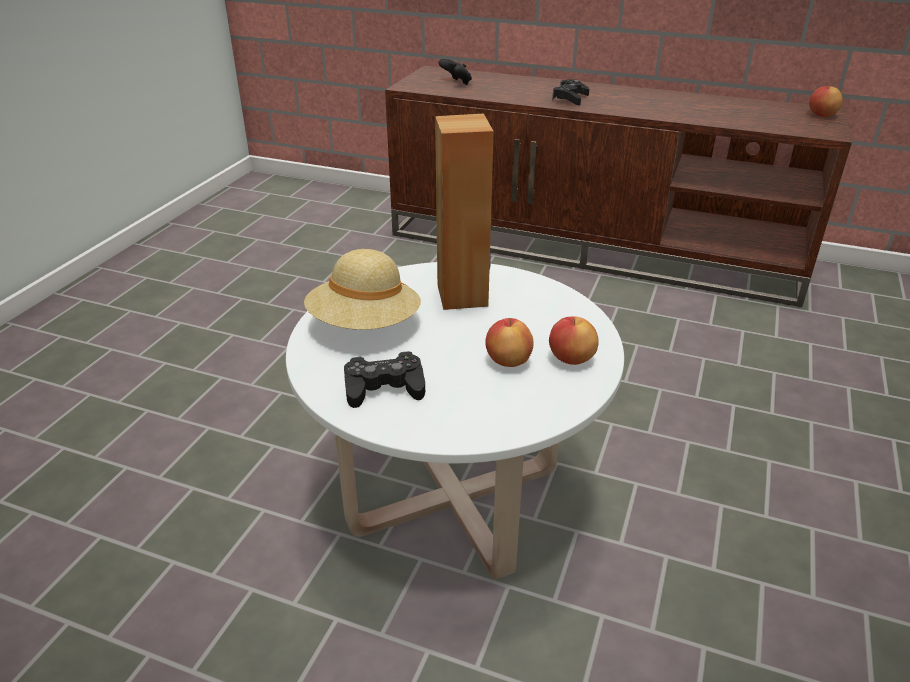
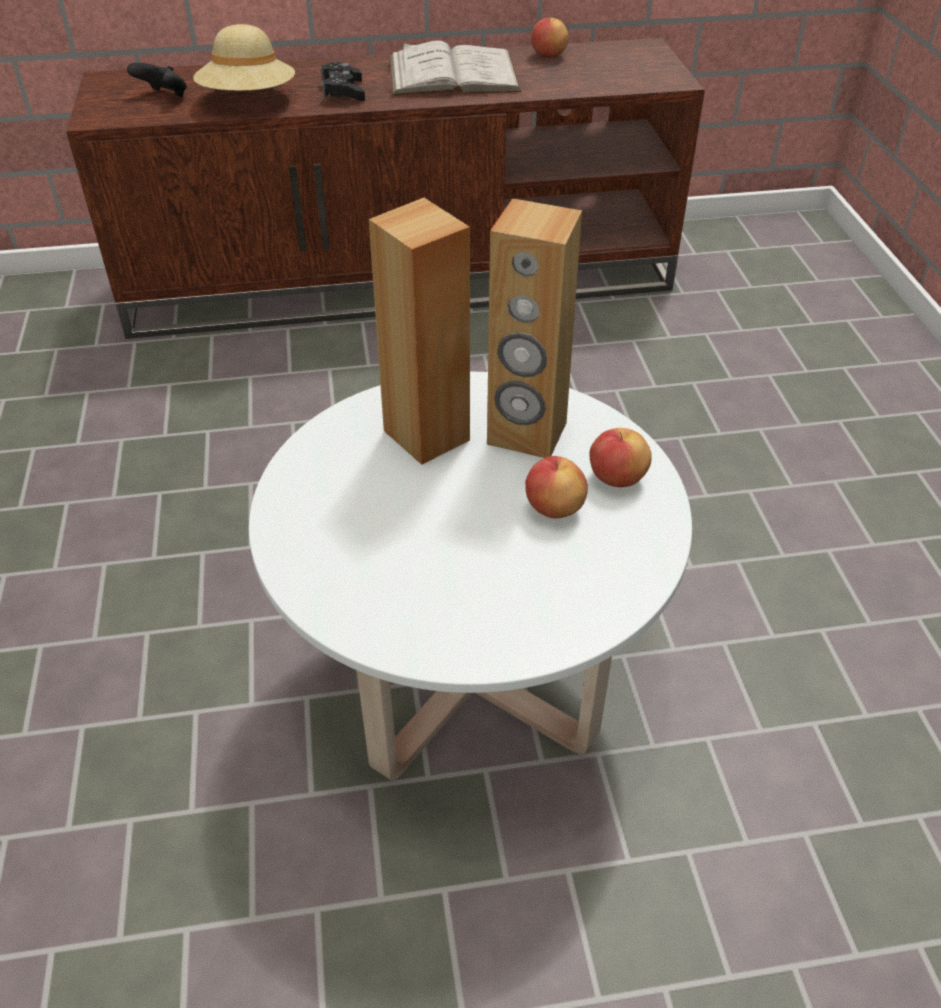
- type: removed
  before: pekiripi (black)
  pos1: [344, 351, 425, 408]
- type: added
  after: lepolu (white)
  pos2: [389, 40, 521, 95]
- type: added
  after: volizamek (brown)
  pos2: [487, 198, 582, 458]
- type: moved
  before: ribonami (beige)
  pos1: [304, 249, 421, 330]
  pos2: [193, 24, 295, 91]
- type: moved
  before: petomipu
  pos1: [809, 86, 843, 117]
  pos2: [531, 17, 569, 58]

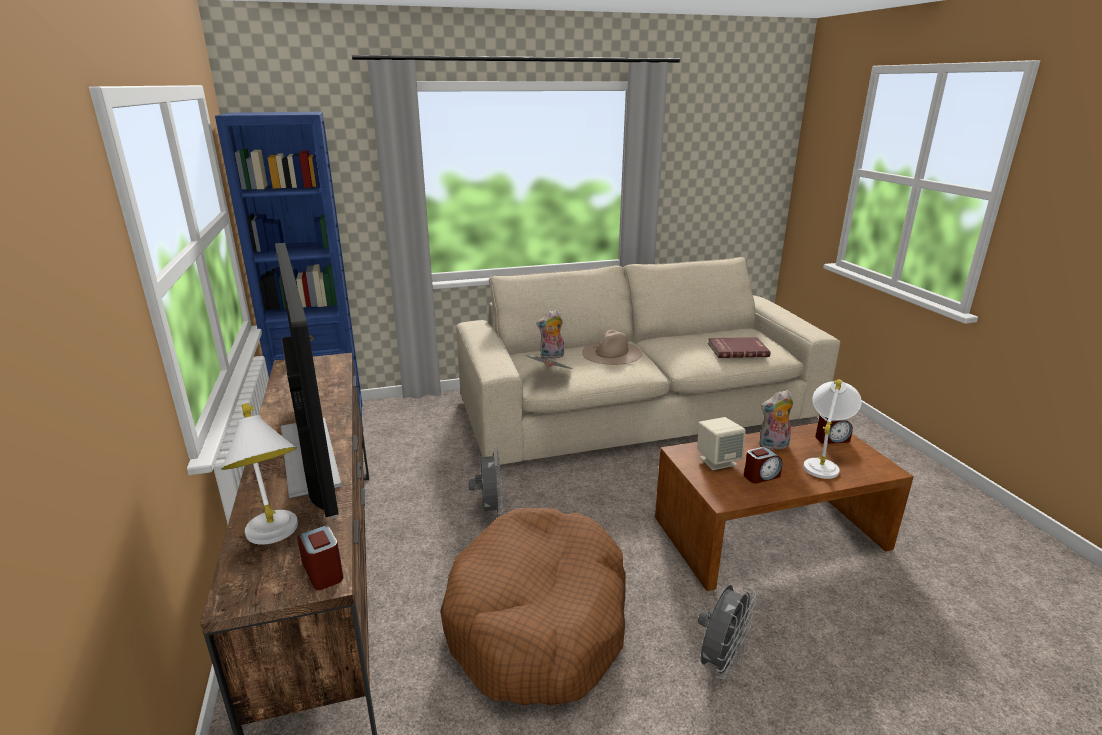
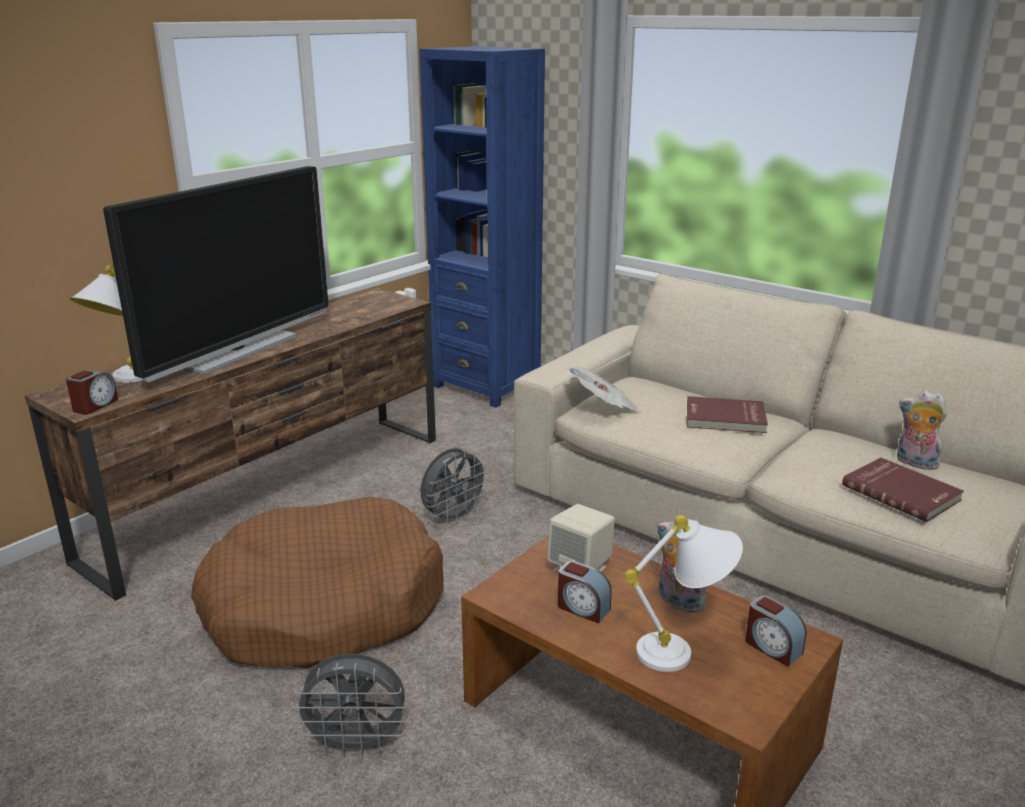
- type: moved
  before: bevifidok
  pos1: [536, 310, 564, 359]
  pos2: [897, 390, 947, 470]
- type: replaced
  before: ribonami (beige)
  after: lepolu (red)
  pos1: [582, 330, 642, 365]
  pos2: [687, 396, 768, 433]

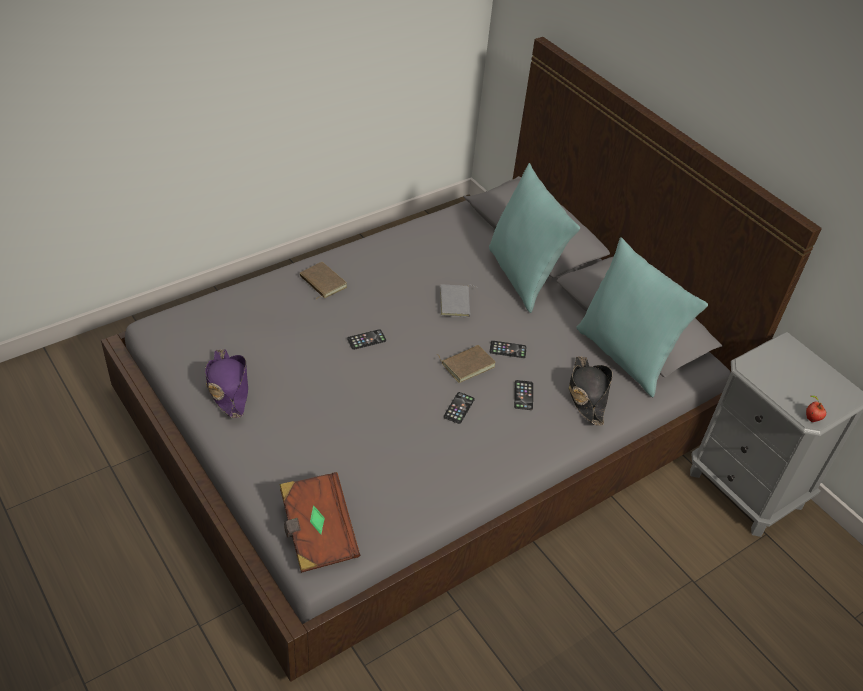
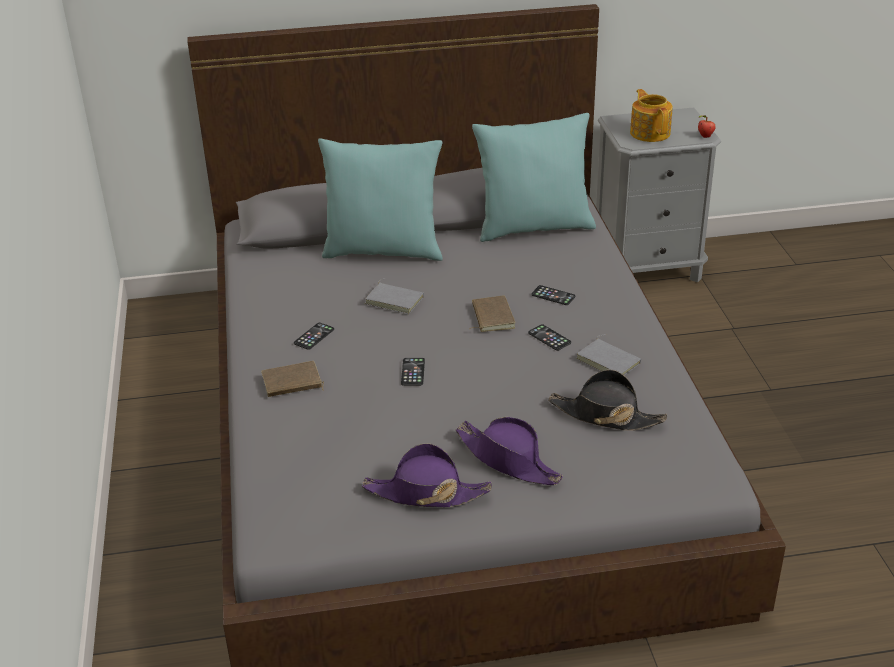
- type: removed
  before: lepolu (brown)
  pos1: [279, 472, 360, 573]
- type: added
  after: ribonami (purple)
  pos2: [456, 417, 563, 485]
- type: added
  after: lepolu (grey)
  pos2: [576, 334, 641, 376]
- type: added
  after: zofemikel
  pos2: [630, 89, 673, 142]
- type: moved
  before: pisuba
  pos1: [489, 341, 526, 358]
  pos2: [294, 323, 334, 350]
- type: moved
  before: ribonami (black)
  pos1: [569, 356, 613, 426]
  pos2: [548, 370, 667, 431]

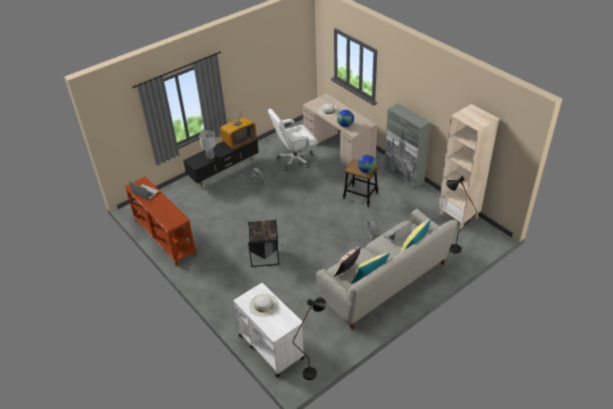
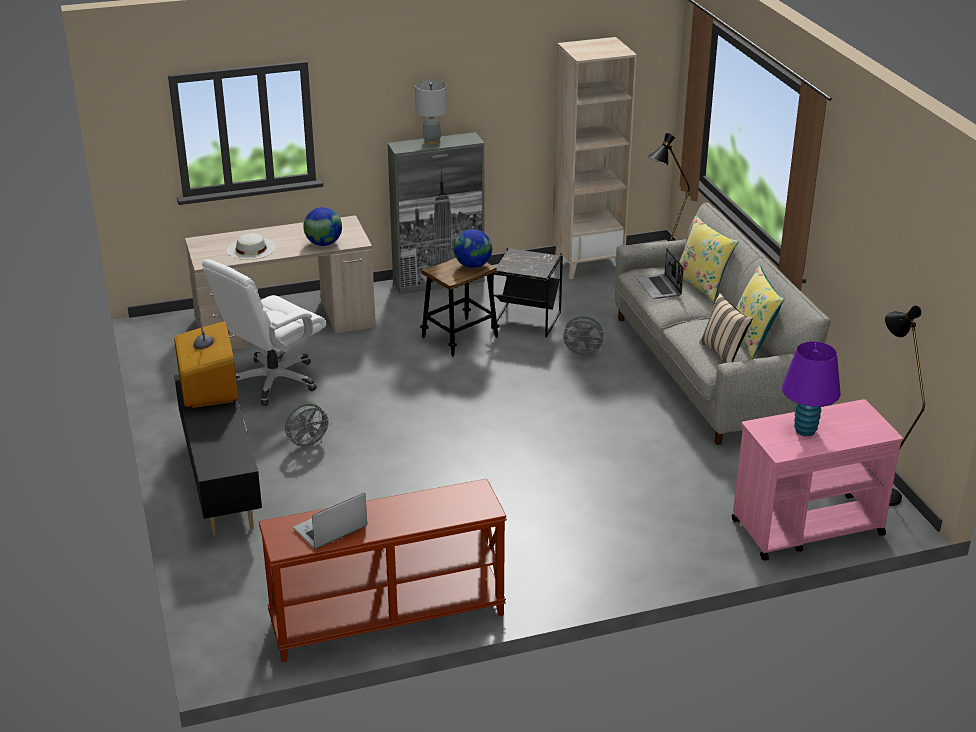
- type: moved
  before: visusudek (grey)
  pos1: [199, 130, 216, 159]
  pos2: [415, 80, 447, 145]
- type: moved
  before: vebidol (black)
  pos1: [248, 219, 279, 267]
  pos2: [491, 247, 563, 337]
- type: replaced
  before: ribonami (white)
  after: visusudek (purple)
  pos1: [249, 294, 278, 317]
  pos2: [782, 341, 841, 436]
- type: recoloured
  before: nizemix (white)
  after: nizemix (pink)
  pos1: [233, 283, 304, 377]
  pos2: [732, 399, 903, 561]
- type: turned
  before: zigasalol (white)
  pos1: [268, 109, 318, 171]
  pos2: [202, 259, 326, 406]
  turn: 45

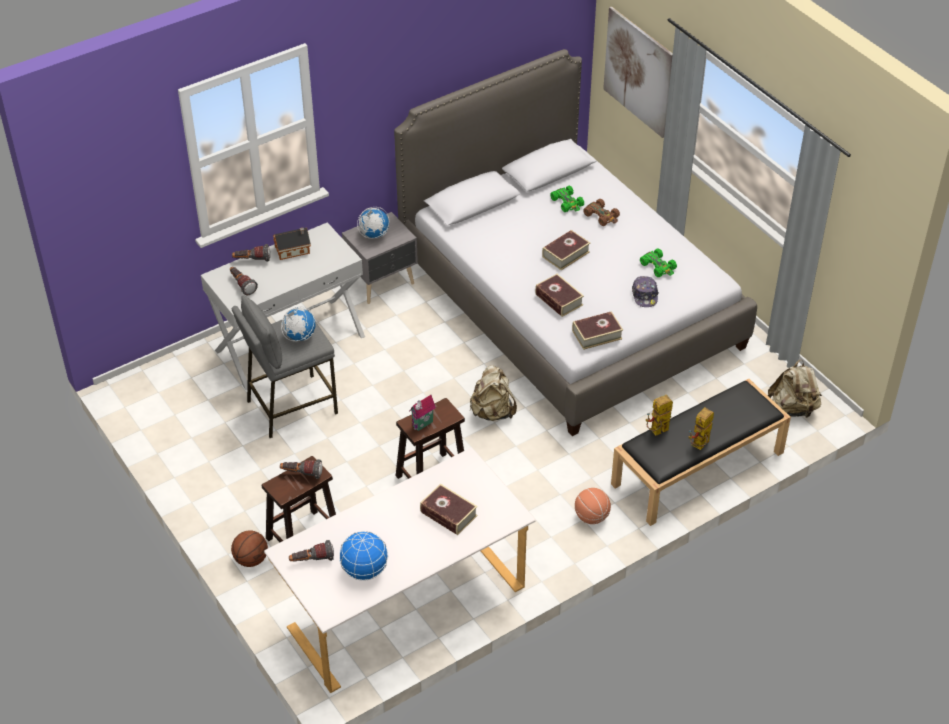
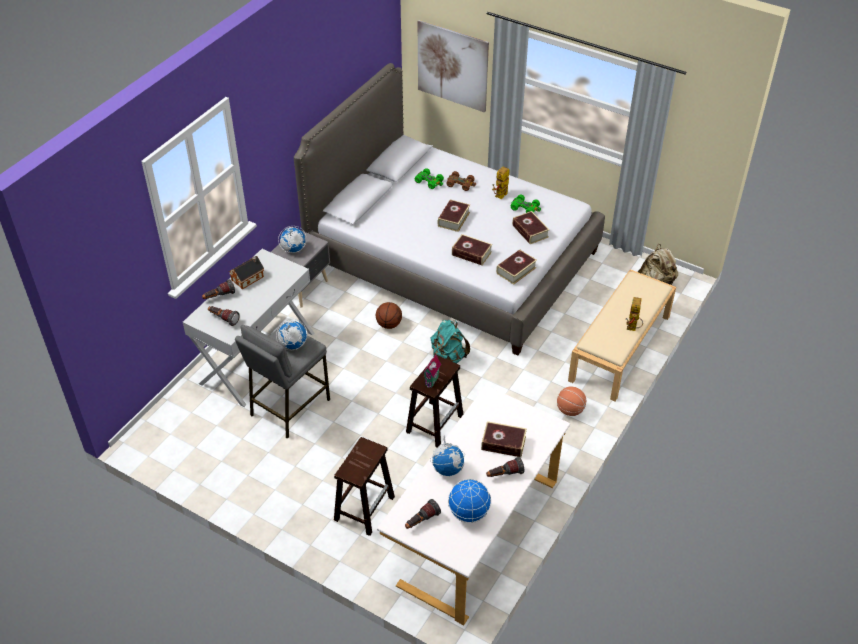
- type: added
  after: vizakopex
  pos2: [430, 435, 465, 476]
- type: moved
  before: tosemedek
  pos1: [231, 530, 268, 567]
  pos2: [376, 302, 402, 329]
- type: moved
  before: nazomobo
  pos1: [280, 459, 322, 479]
  pos2: [486, 457, 524, 477]
- type: moved
  before: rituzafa
  pos1: [646, 395, 673, 436]
  pos2: [492, 166, 510, 199]
- type: replaced
  before: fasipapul
  after: lepolu
  pos1: [632, 276, 659, 307]
  pos2: [512, 211, 550, 244]
- type: recoloured
  before: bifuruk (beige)
  after: bifuruk (turquoise)
  pos1: [470, 365, 517, 421]
  pos2: [430, 320, 470, 364]
- type: recoloured
  before: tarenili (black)
  after: tarenili (beige)
  pos1: [611, 379, 791, 526]
  pos2: [568, 269, 676, 401]

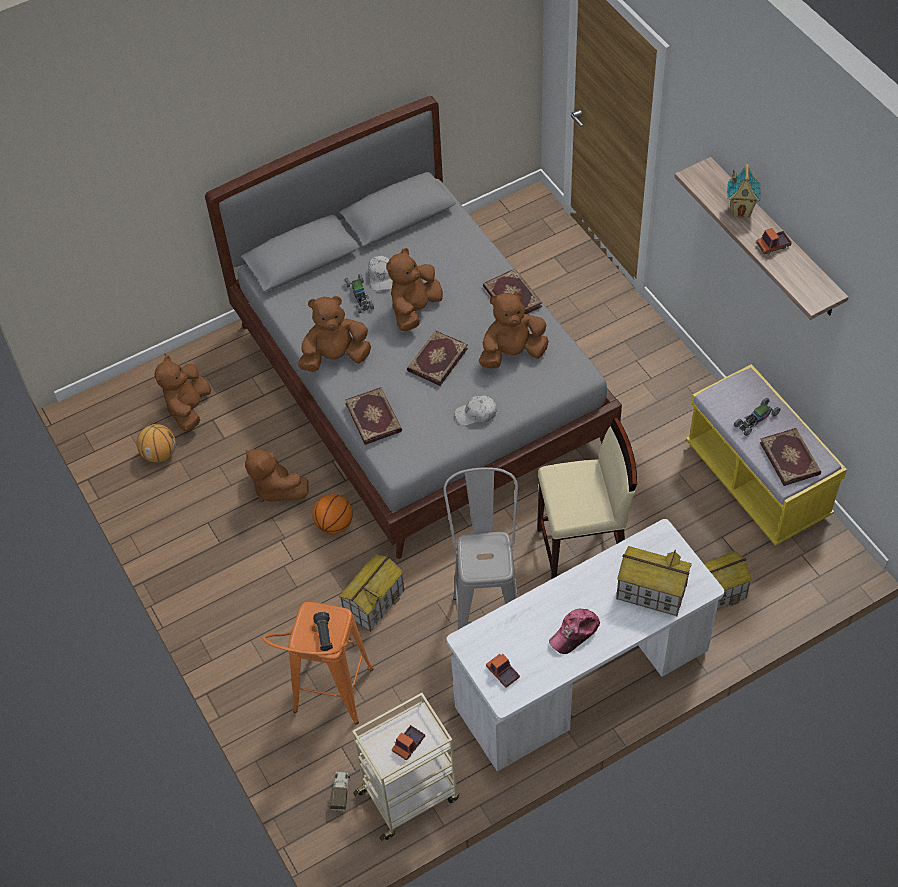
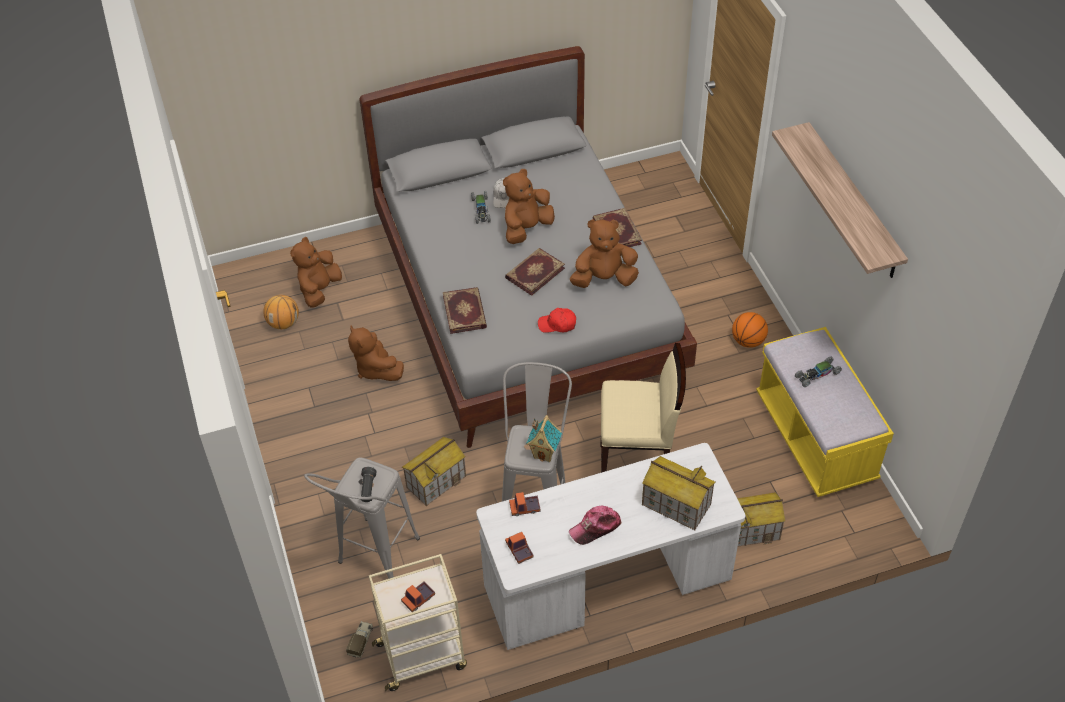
- type: removed
  before: bevifidok (brown)
  pos1: [297, 296, 371, 372]
- type: removed
  before: lepolu
  pos1: [760, 428, 821, 486]
- type: moved
  before: tosemedek
  pos1: [313, 494, 353, 534]
  pos2: [732, 312, 768, 348]
- type: moved
  before: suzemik
  pos1: [727, 164, 761, 218]
  pos2: [526, 415, 562, 462]
- type: moved
  before: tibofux
  pos1: [756, 228, 792, 254]
  pos2: [509, 492, 541, 516]
- type: recoloured
  before: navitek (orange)
  after: navitek (grey)
  pos1: [262, 602, 373, 724]
  pos2: [304, 457, 420, 579]
- type: recoloured
  before: fasipapul (white)
  after: fasipapul (red)
  pos1: [455, 395, 497, 425]
  pos2: [538, 308, 576, 333]

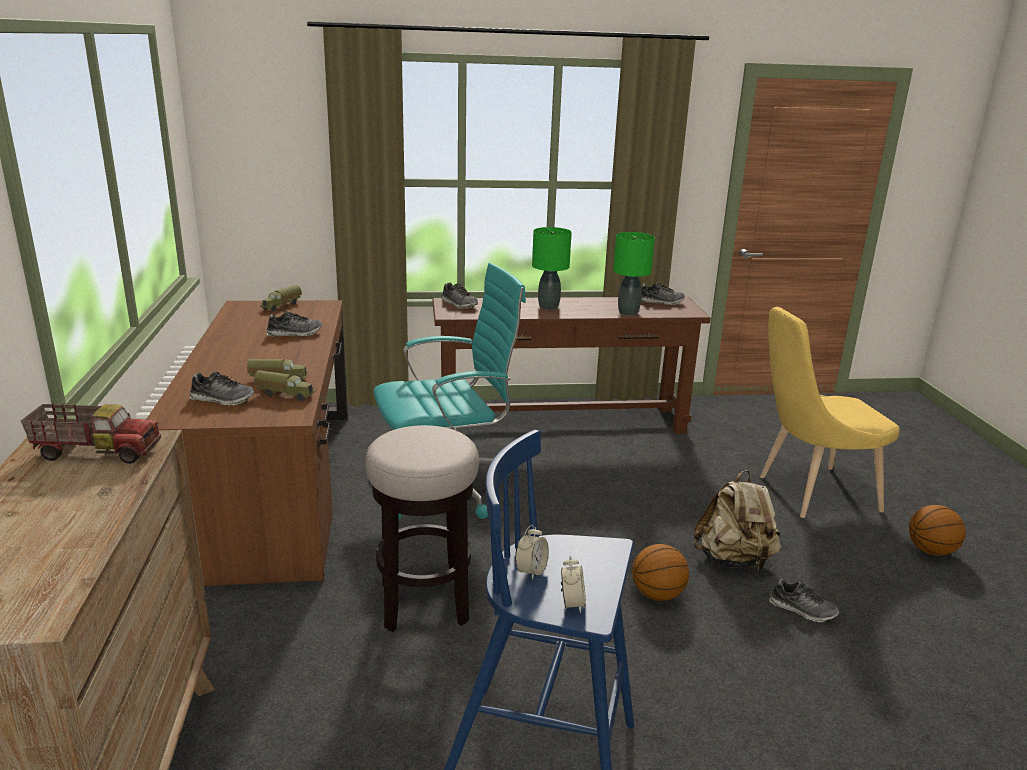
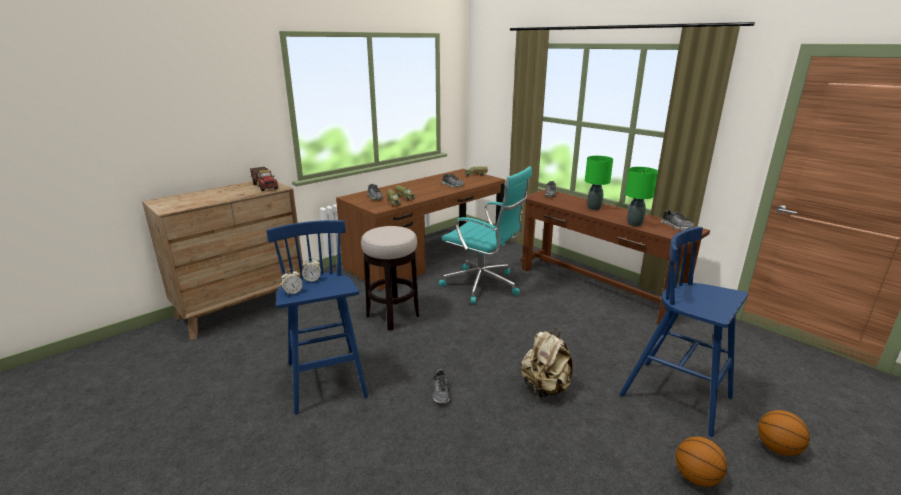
- type: moved
  before: tosemedek
  pos1: [632, 544, 689, 601]
  pos2: [758, 410, 810, 456]
- type: moved
  before: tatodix
  pos1: [769, 579, 839, 623]
  pos2: [433, 369, 449, 403]
- type: replaced
  before: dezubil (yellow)
  after: navitek (blue)
  pos1: [760, 307, 900, 518]
  pos2: [620, 227, 748, 437]

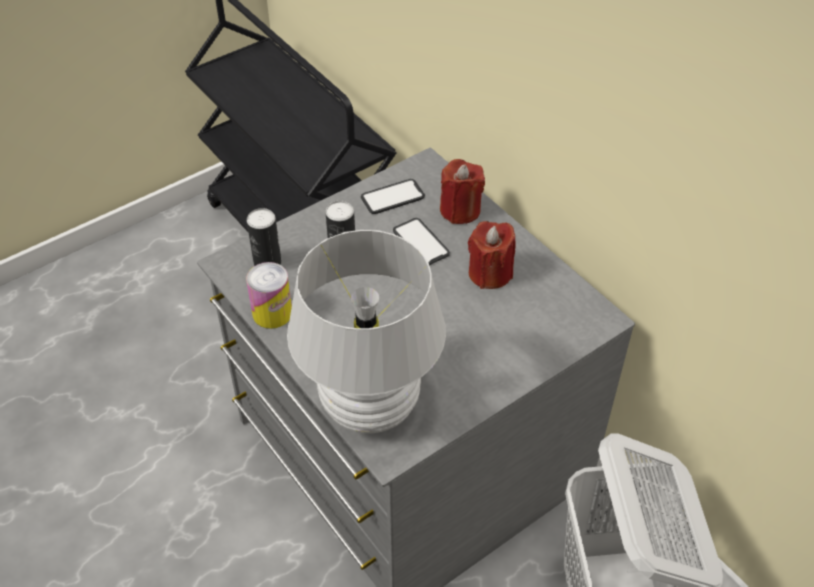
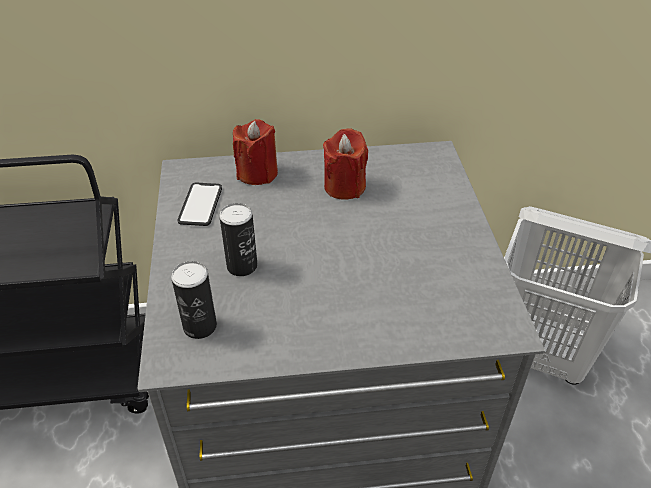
- type: removed
  before: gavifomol
  pos1: [246, 262, 292, 329]
- type: removed
  before: visusudek (white)
  pos1: [287, 230, 446, 433]
- type: removed
  before: pisuba
  pos1: [393, 218, 450, 265]

